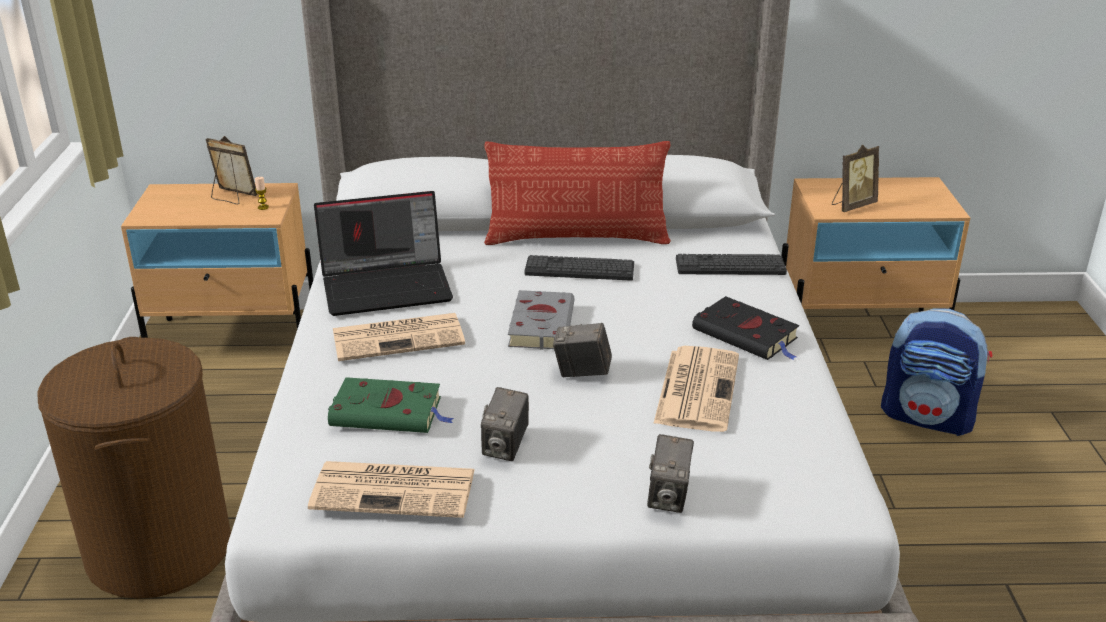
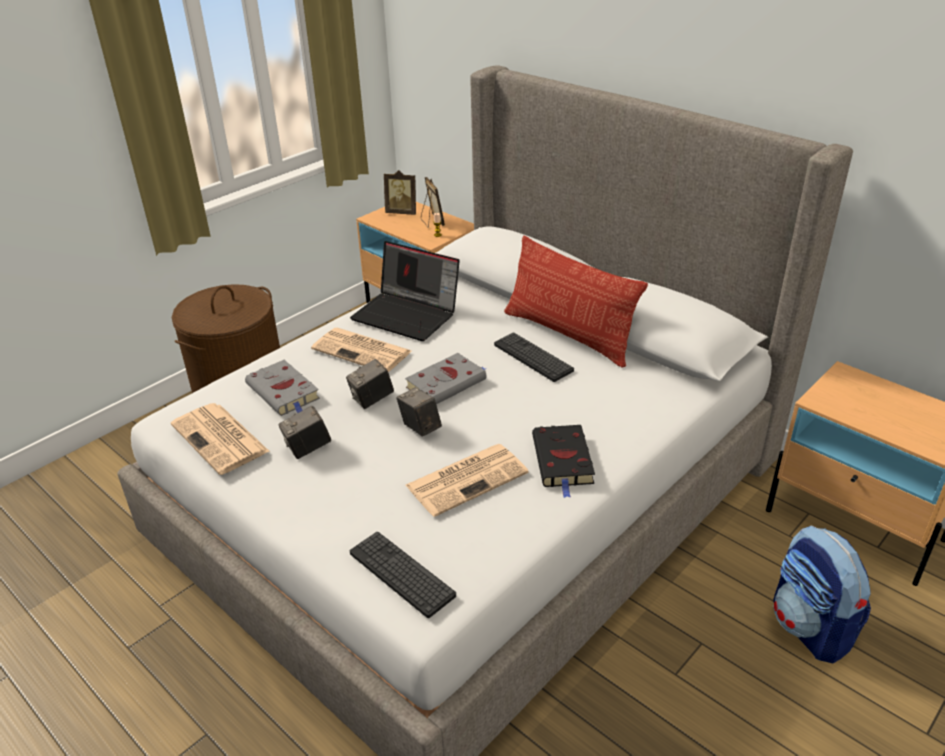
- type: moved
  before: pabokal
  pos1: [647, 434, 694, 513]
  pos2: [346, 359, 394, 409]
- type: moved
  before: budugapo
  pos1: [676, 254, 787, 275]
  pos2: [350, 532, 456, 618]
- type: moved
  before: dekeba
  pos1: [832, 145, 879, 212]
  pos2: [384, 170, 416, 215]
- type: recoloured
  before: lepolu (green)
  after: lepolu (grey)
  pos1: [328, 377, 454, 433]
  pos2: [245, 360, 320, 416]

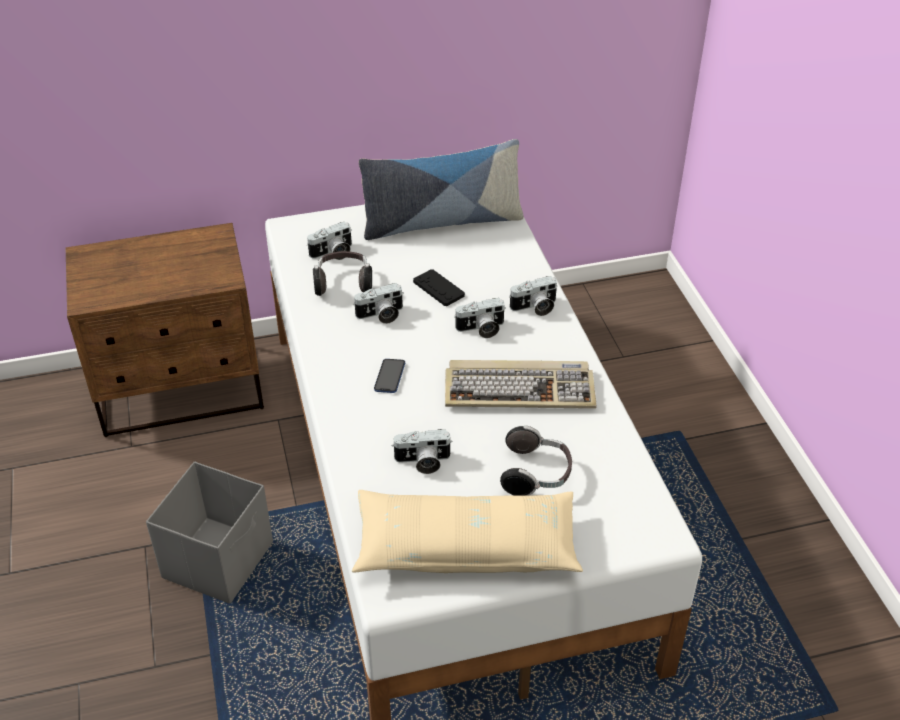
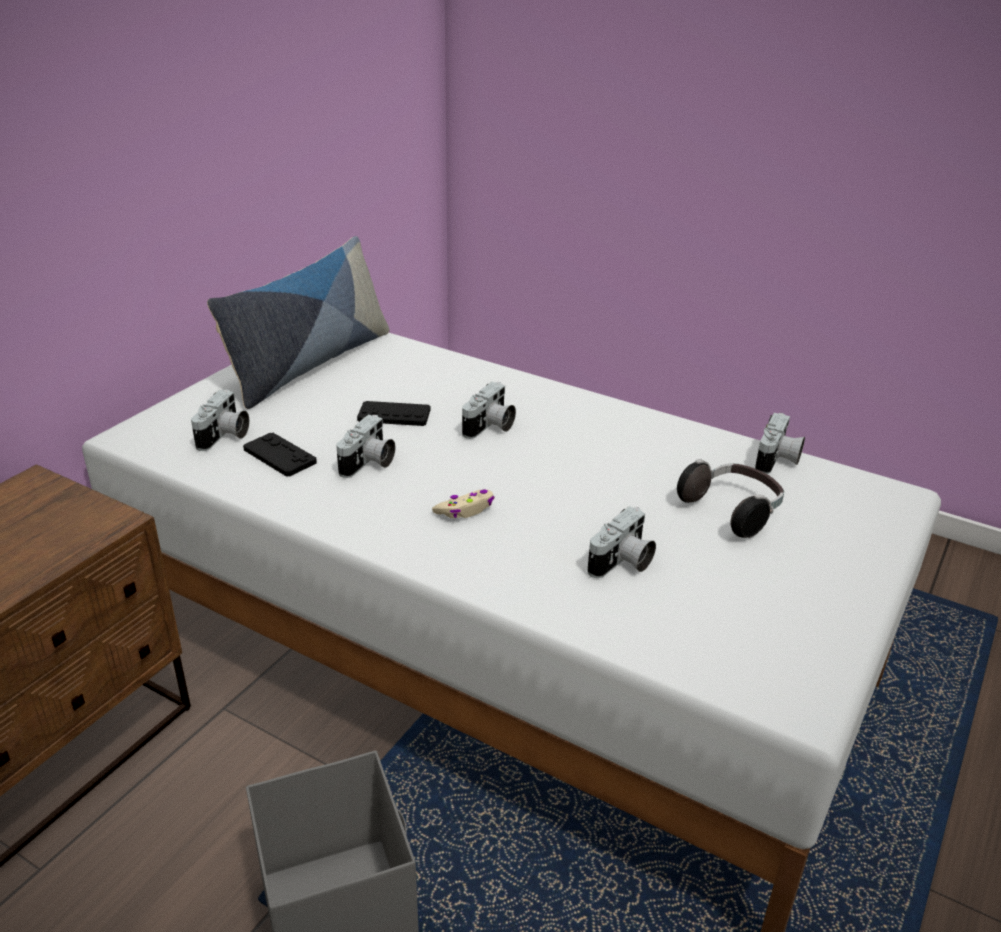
- type: removed
  before: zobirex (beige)
  pos1: [352, 490, 583, 573]
- type: removed
  before: budugapo
  pos1: [445, 360, 597, 409]
- type: moved
  before: pabokal
  pos1: [510, 276, 558, 316]
  pos2: [755, 413, 805, 474]
- type: replaced
  before: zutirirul
  after: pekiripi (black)
  pos1: [313, 251, 372, 296]
  pos2: [243, 433, 317, 477]
- type: replaced
  before: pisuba
  after: pekiripi (beige)
  pos1: [374, 359, 405, 393]
  pos2: [432, 489, 495, 518]

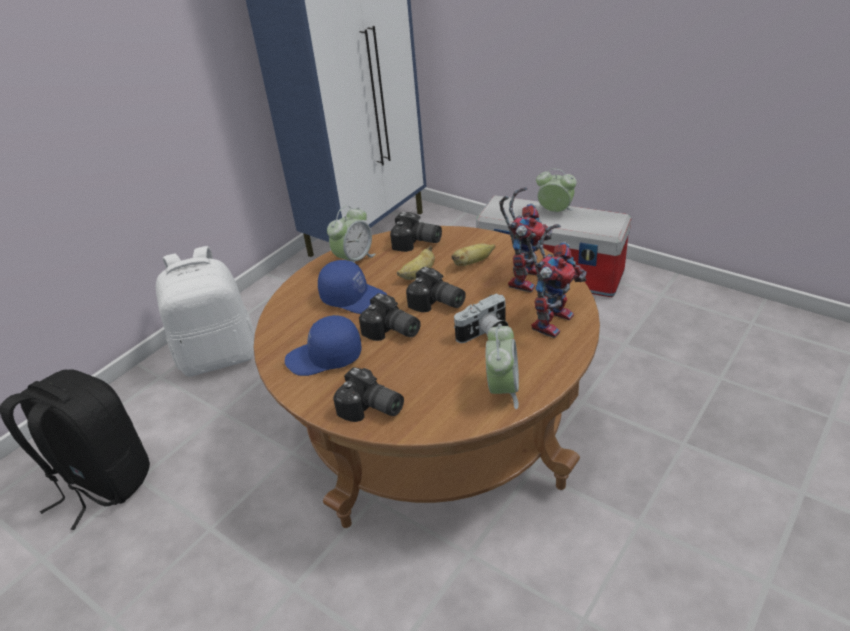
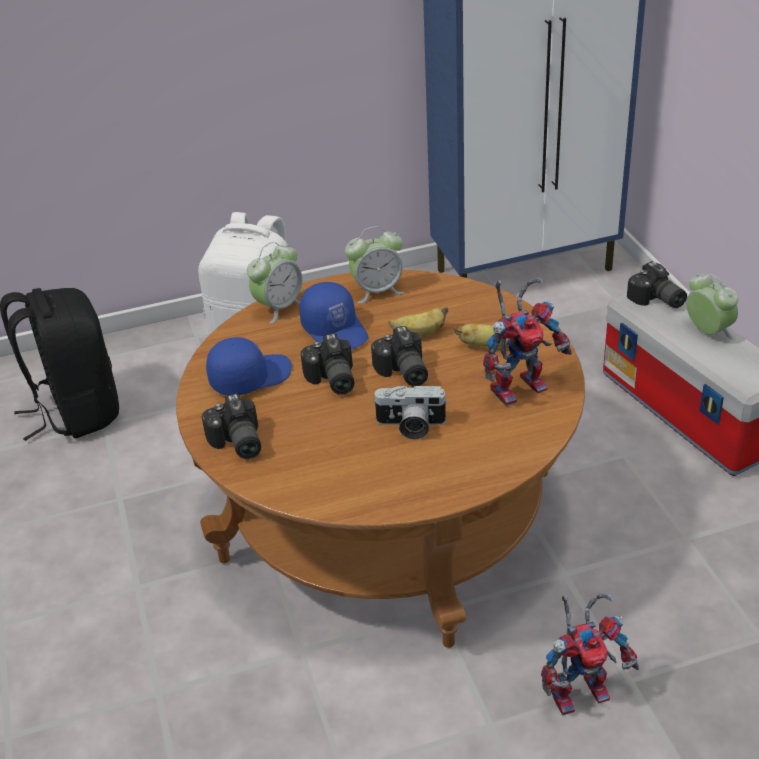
- type: moved
  before: pabokal
  pos1: [390, 212, 442, 252]
  pos2: [627, 261, 687, 308]
- type: moved
  before: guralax
  pos1: [486, 324, 519, 409]
  pos2: [247, 242, 302, 324]
- type: moved
  before: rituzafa
  pos1: [527, 224, 587, 338]
  pos2: [541, 593, 639, 716]
- type: turned
  before: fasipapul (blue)
  pos1: [285, 315, 361, 376]
  pos2: [206, 337, 292, 395]
  turn: 120

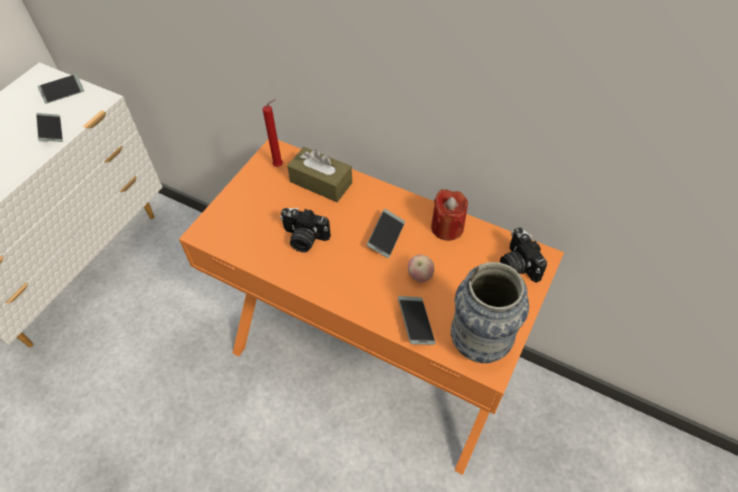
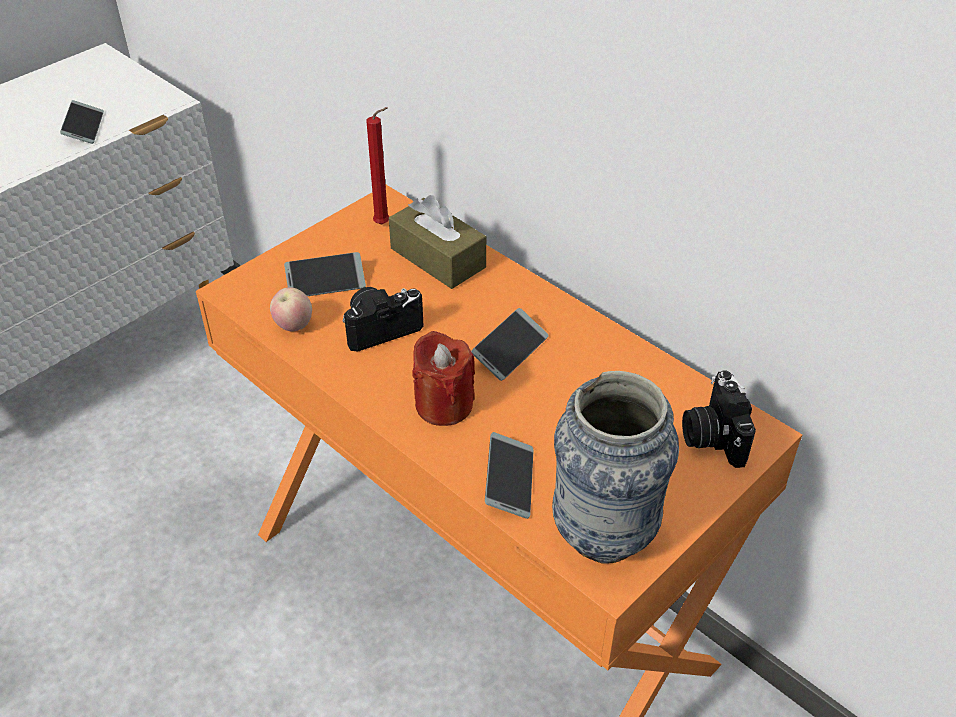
- type: moved
  before: pisuba
  pos1: [38, 74, 84, 103]
  pos2: [284, 252, 366, 296]
- type: moved
  before: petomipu
  pos1: [408, 255, 435, 283]
  pos2: [270, 287, 312, 331]
- type: moved
  before: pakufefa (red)
  pos1: [431, 189, 468, 241]
  pos2: [412, 331, 475, 426]
- type: turned
  before: pabokal
  pos1: [280, 208, 331, 252]
  pos2: [343, 287, 423, 352]
  turn: 120

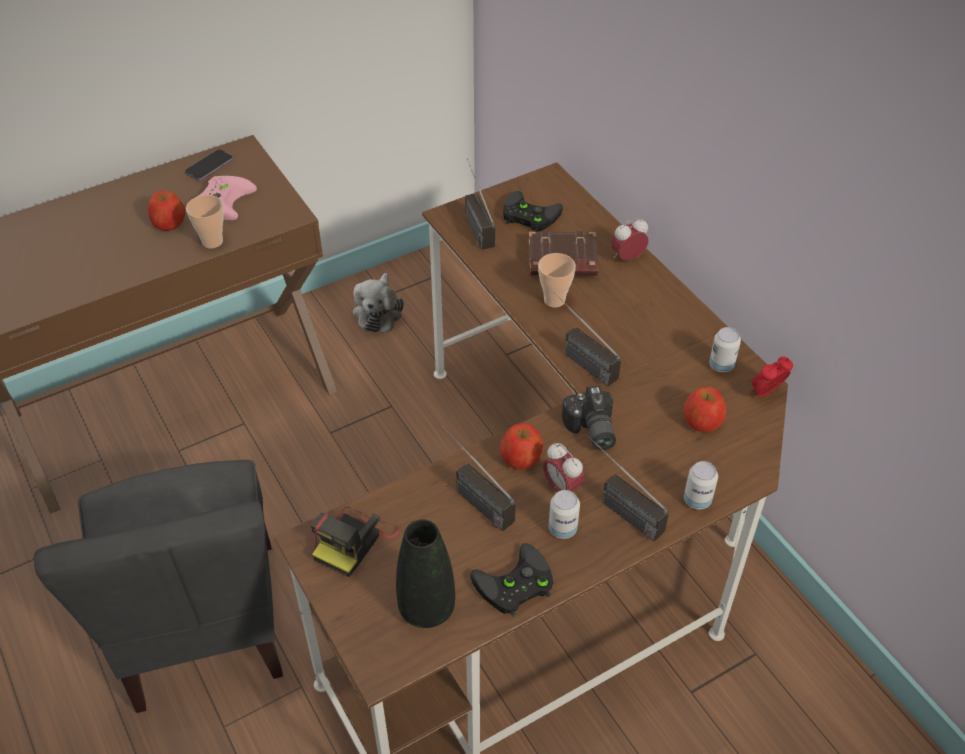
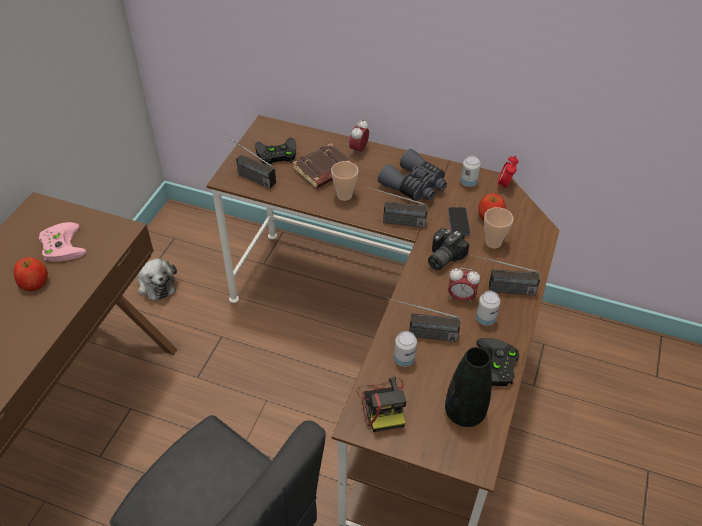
- type: removed
  before: petomipu
  pos1: [500, 423, 543, 470]
- type: added
  after: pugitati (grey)
  pos2: [378, 149, 447, 201]
- type: moved
  before: pisuba
  pos1: [185, 149, 233, 180]
  pos2: [448, 207, 470, 236]
- type: moved
  before: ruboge
  pos1: [186, 195, 224, 248]
  pos2: [484, 207, 513, 248]
- type: moved
  before: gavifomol
  pos1: [684, 461, 718, 509]
  pos2: [394, 331, 417, 367]
- type: turned
  before: pabokal
  pos1: [562, 386, 616, 451]
  pos2: [428, 228, 469, 270]
  turn: 90

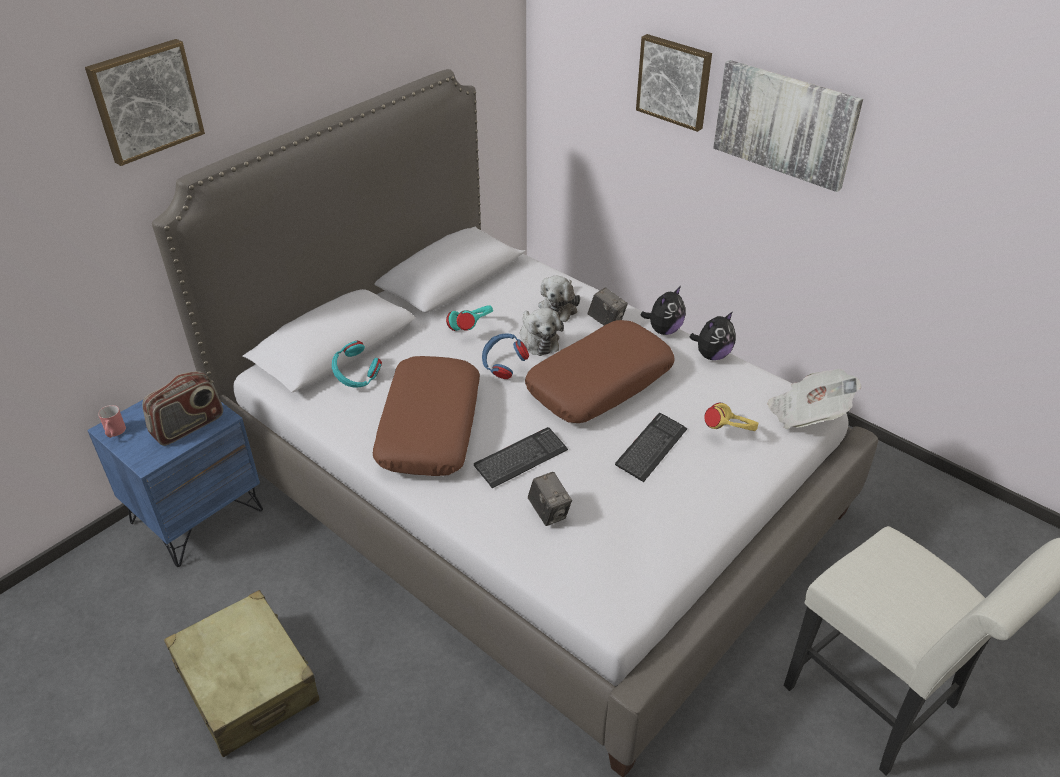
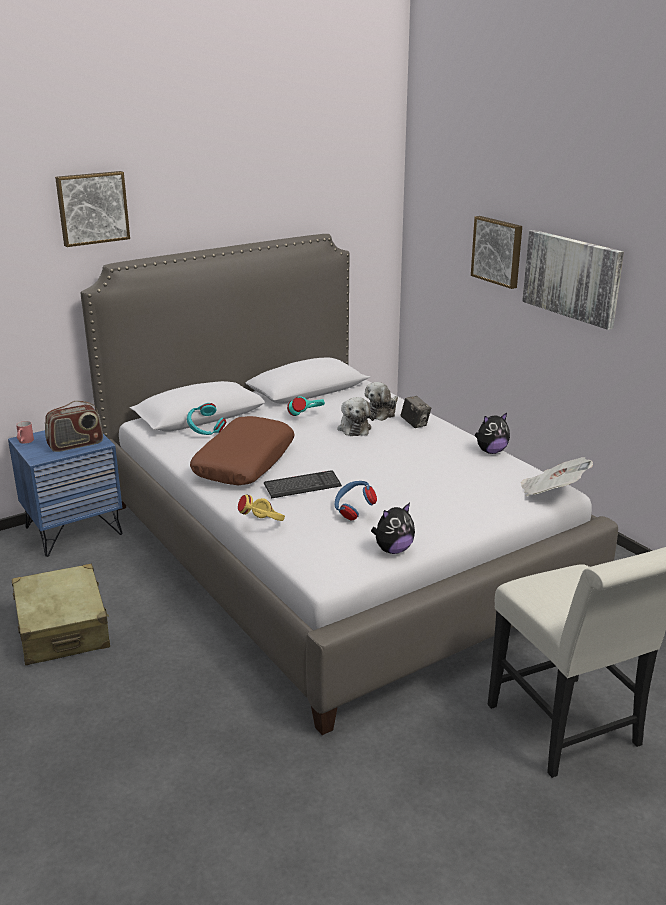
- type: removed
  before: zobirex (brown)
  pos1: [525, 320, 674, 423]
- type: removed
  before: pabokal
  pos1: [528, 472, 572, 526]
- type: removed
  before: budugapo
  pos1: [615, 413, 687, 482]
- type: moved
  before: zutirirul (blue)
  pos1: [482, 334, 529, 379]
  pos2: [334, 481, 377, 520]
- type: moved
  before: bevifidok
  pos1: [640, 286, 685, 335]
  pos2: [371, 503, 415, 554]
- type: moved
  before: zutirirul (yellow)
  pos1: [704, 403, 758, 431]
  pos2: [238, 494, 285, 521]

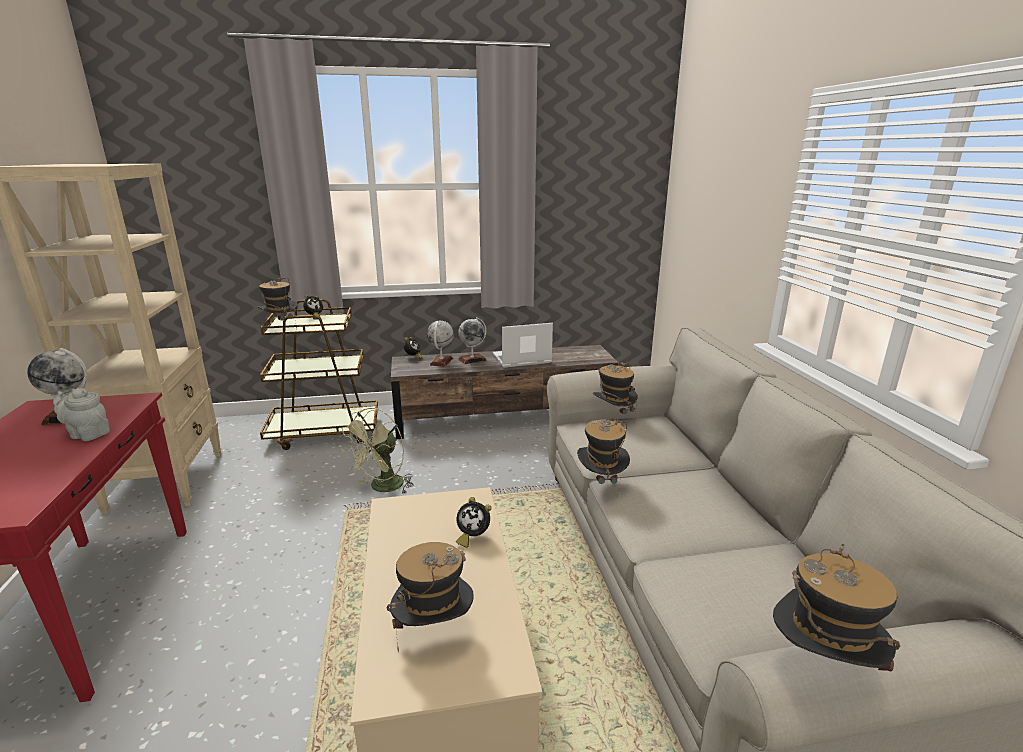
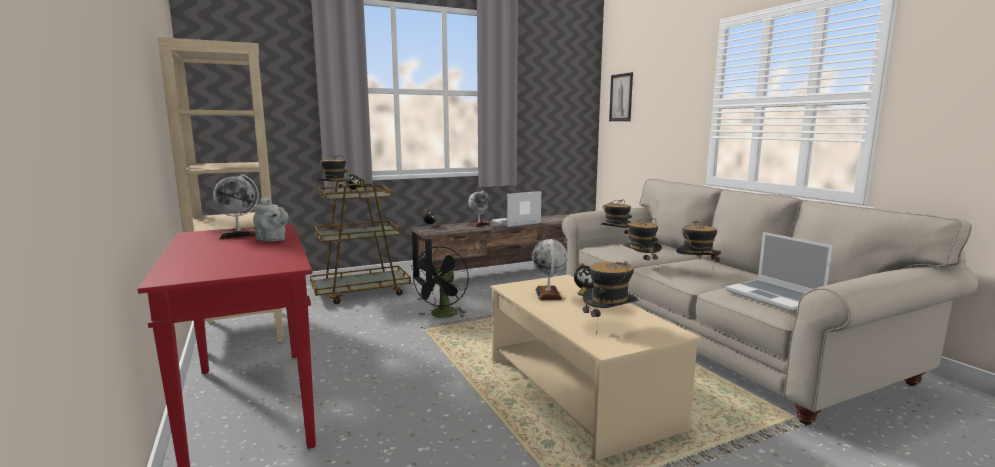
- type: added
  after: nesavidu
  pos2: [609, 72, 633, 121]
- type: added
  after: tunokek
  pos2: [725, 232, 833, 312]
- type: moved
  before: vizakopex
  pos1: [427, 321, 454, 367]
  pos2: [532, 239, 567, 300]
- type: moved
  before: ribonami
  pos1: [773, 544, 900, 671]
  pos2: [676, 220, 721, 262]
- type: recoloured
  before: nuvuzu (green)
  after: nuvuzu (black)
  pos1: [341, 408, 414, 495]
  pos2: [409, 246, 469, 318]
- type: turned
  before: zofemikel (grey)
  pos1: [53, 388, 110, 441]
  pos2: [253, 197, 288, 242]
  turn: -150

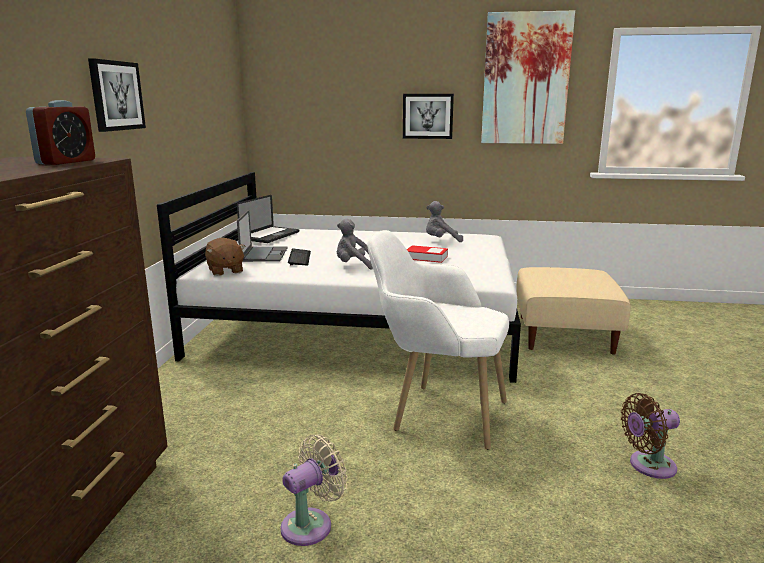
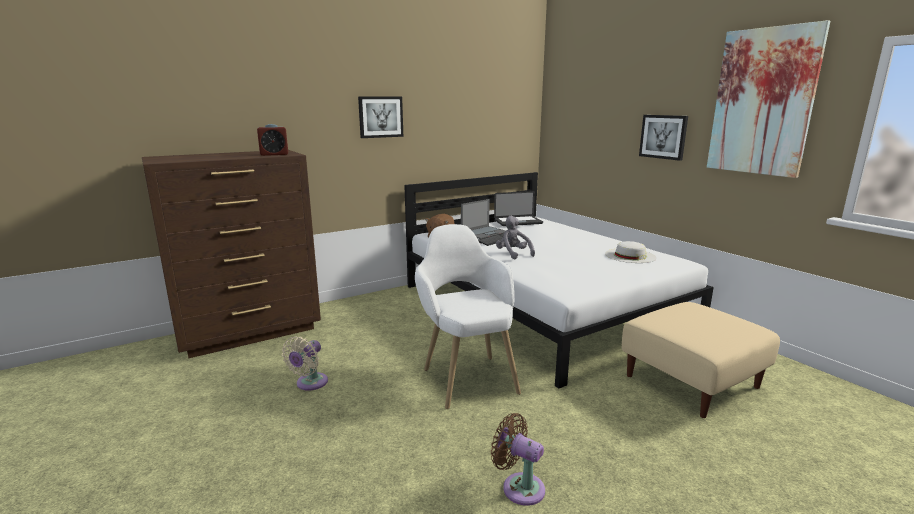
- type: removed
  before: lepolu
  pos1: [407, 245, 448, 263]
- type: replaced
  before: bevifidok (grey)
  after: ribonami (white)
  pos1: [426, 201, 463, 242]
  pos2: [605, 241, 657, 263]
- type: turned
  before: nuvuzu (beige)
  pos1: [280, 434, 347, 546]
  pos2: [282, 337, 328, 391]
  turn: 105

